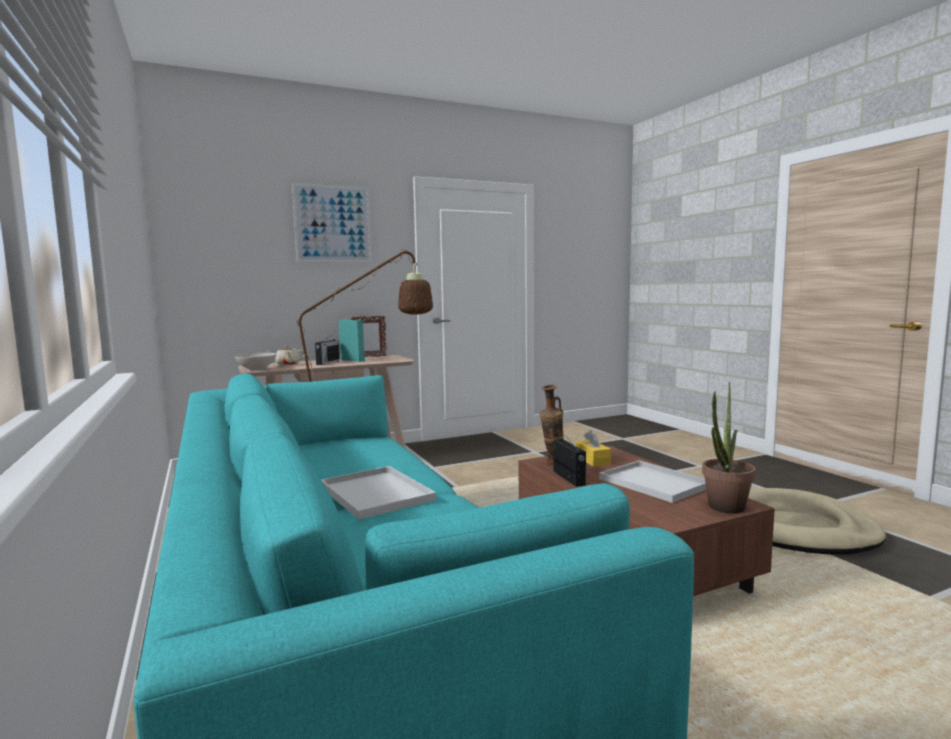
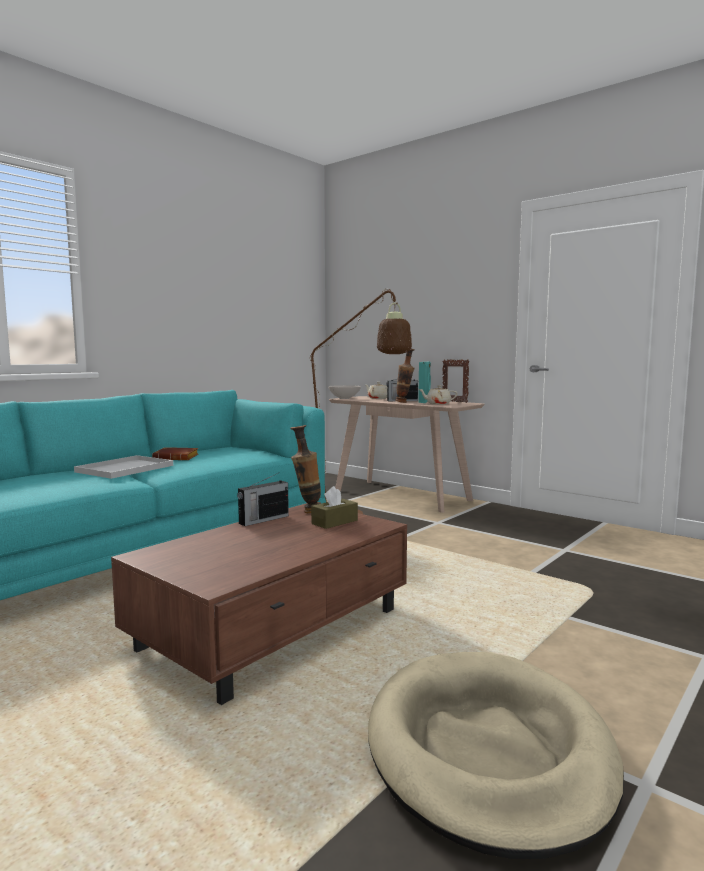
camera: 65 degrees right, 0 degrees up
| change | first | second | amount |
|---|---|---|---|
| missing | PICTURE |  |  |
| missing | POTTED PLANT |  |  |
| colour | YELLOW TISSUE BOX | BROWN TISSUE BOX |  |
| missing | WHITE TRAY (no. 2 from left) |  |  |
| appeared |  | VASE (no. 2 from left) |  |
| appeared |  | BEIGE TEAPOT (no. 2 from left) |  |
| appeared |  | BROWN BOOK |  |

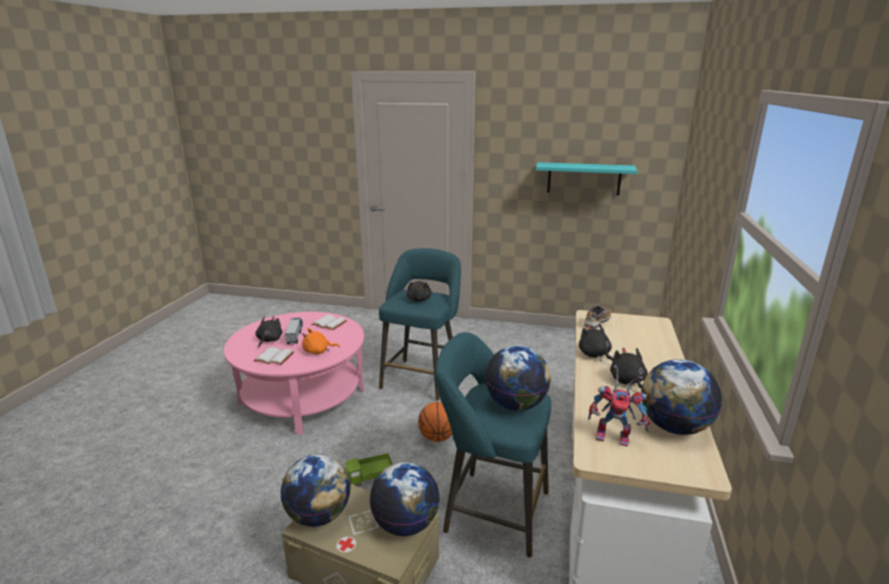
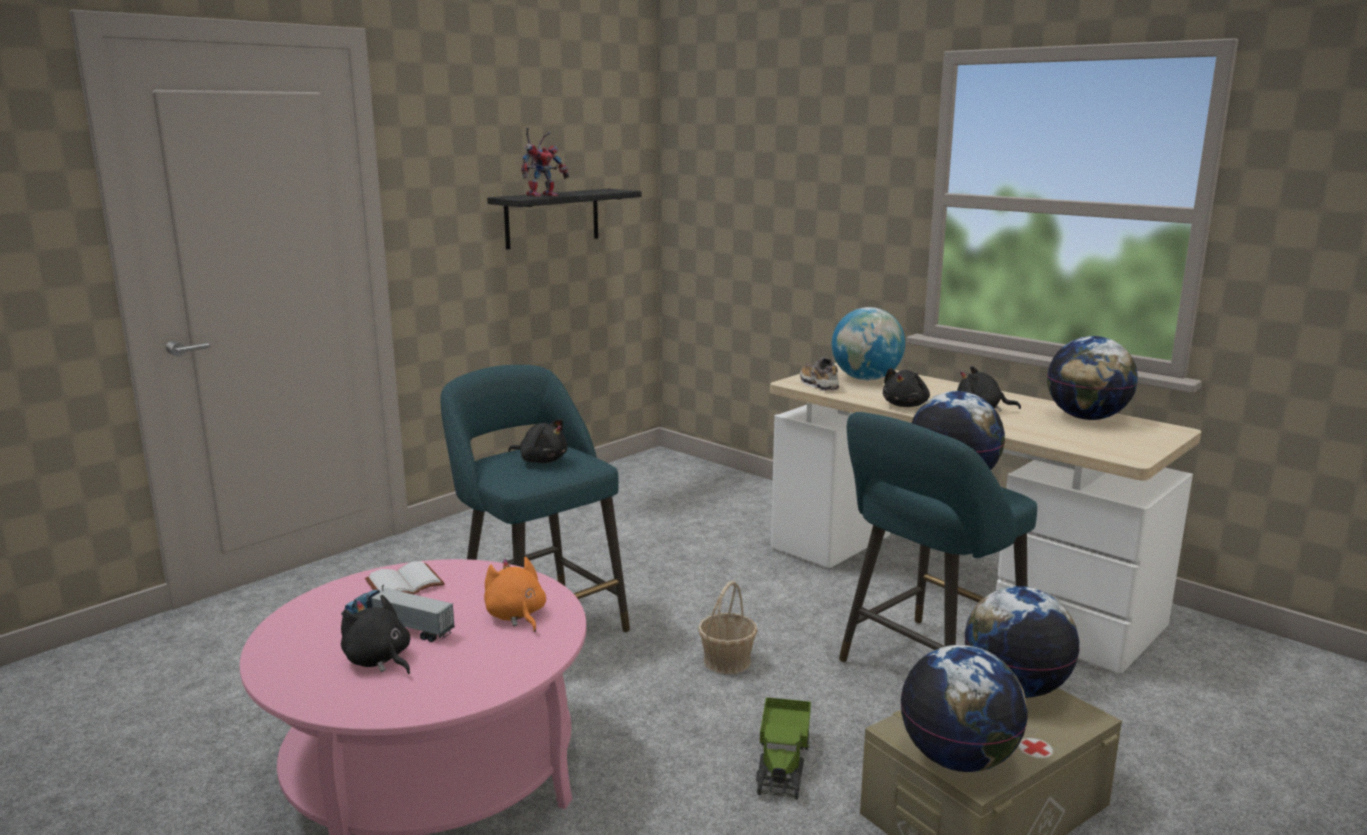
camera: 60 degrees left, 5 degrees down
| change | first | second | amount |
|---|---|---|---|
| colour | TURQUOISE SHELF | BLACK SHELF |  |
| spun | BLACK PLUSH TOY (no. 3 from left) |  | 60 degrees counterclockwise |
| spun | ORANGE PLUSH TOY |  | 135 degrees clockwise |
| missing | WHITE BOOK (no. 1 from left) |  |  |
| relocated | TOY ROBOT |  |  |
| exchanged | BASKETBALL | BASKET |  |
| appeared |  | GLOBE (no. 1 from left) |  |

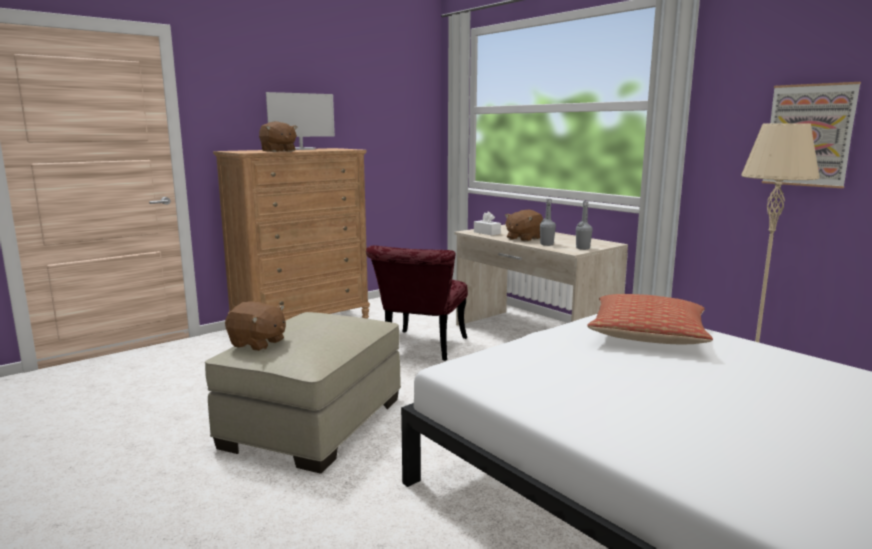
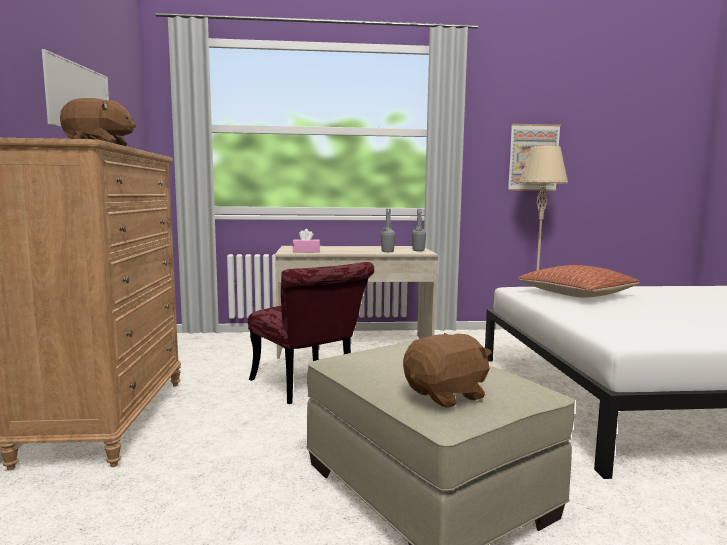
camera: 55 degrees left, 5 degrees down
| change | first | second | amount |
|---|---|---|---|
| missing | BROWN PLUSH TOY (no. 3 from left) |  |  |
| colour | WHITE TISSUE BOX | PINK TISSUE BOX |  |

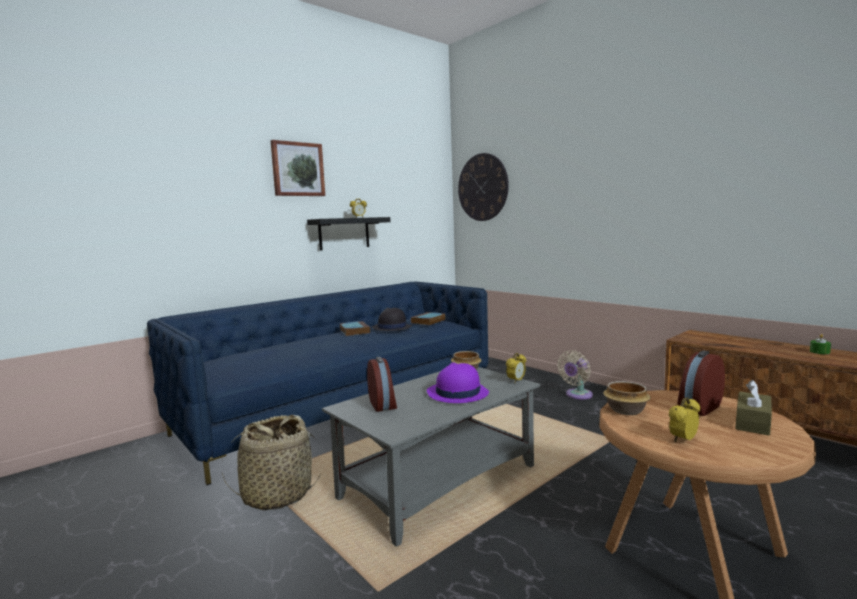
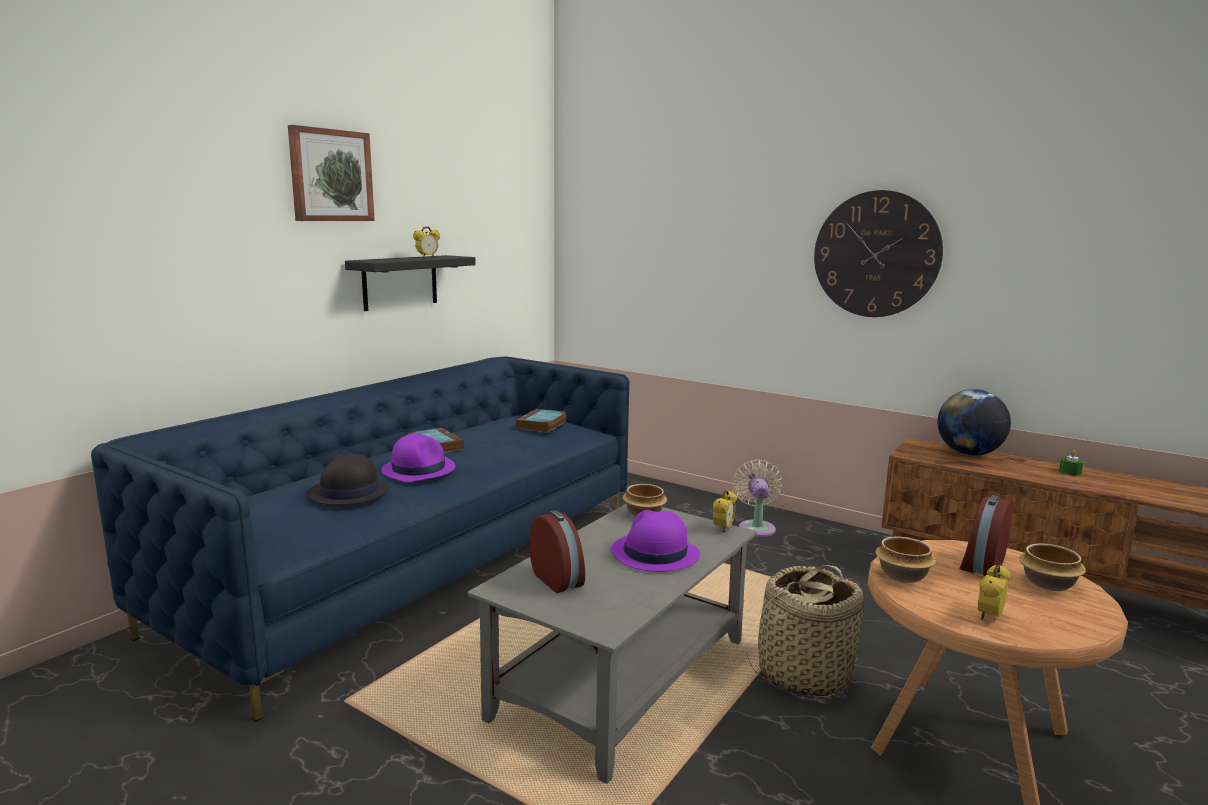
camera: 15 degrees left, 5 degrees up
| change | first | second | amount |
|---|---|---|---|
| relocated | WALL CLOCK |  |  |
| relocated | BLACK HAT |  |  |
| spun | BEIGE FAN |  | 150 degrees clockwise |
| exchanged | BROWN TISSUE BOX | BOWL (no. 3 from left) |  |
| relocated | BASKET |  |  |
| appeared |  | GLOBE |  |
| appeared |  | PURPLE HAT (no. 1 from left) |  |

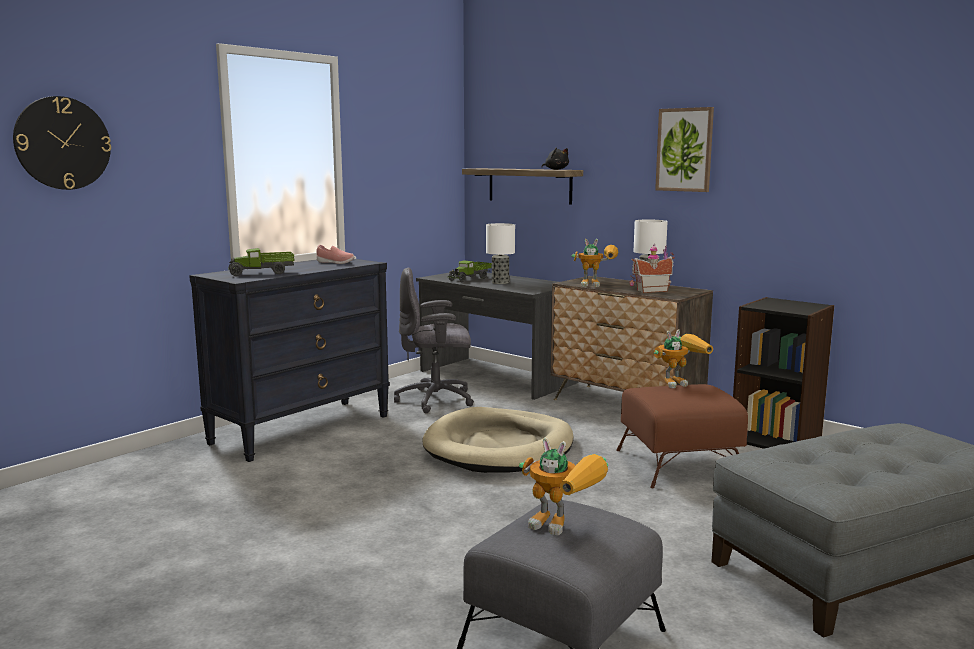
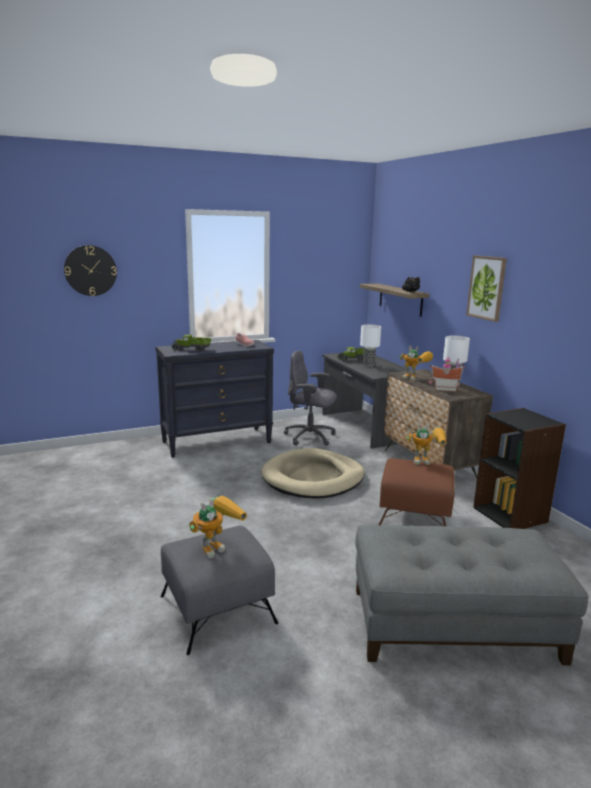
camera: 25 degrees right, 5 degrees up
| change | first | second | amount |
|---|---|---|---|
| spun | TOY ROBOT (no. 1 from left) |  | 105 degrees counterclockwise |

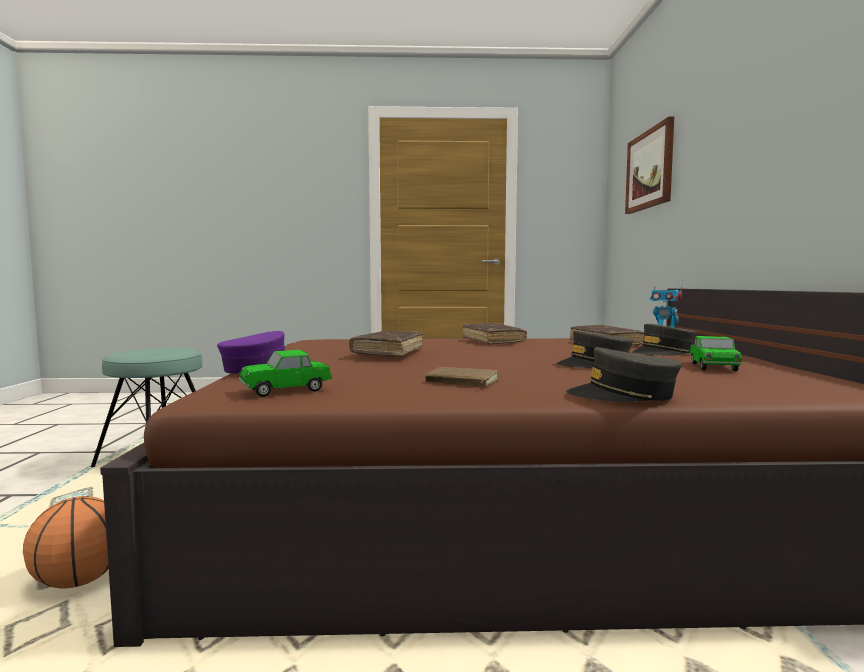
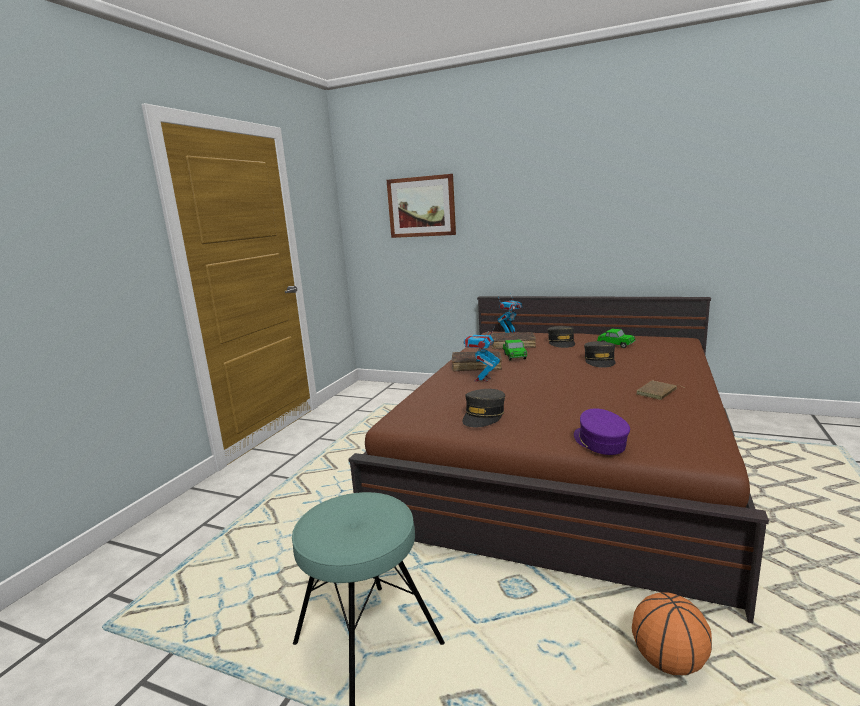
camera: 65 degrees left, 10 degrees up
| change | first | second | amount |
|---|---|---|---|
| missing | BROWN BOOK (no. 1 from left) |  |  |
| relocated | GREY CAP (no. 2 from left in the first image) | GREY CAP (no. 1 from left) |  |
| relocated | TOY CAR (no. 1 from left) |  |  |
| appeared |  | TOY ROBOT (no. 1 from left) |  |

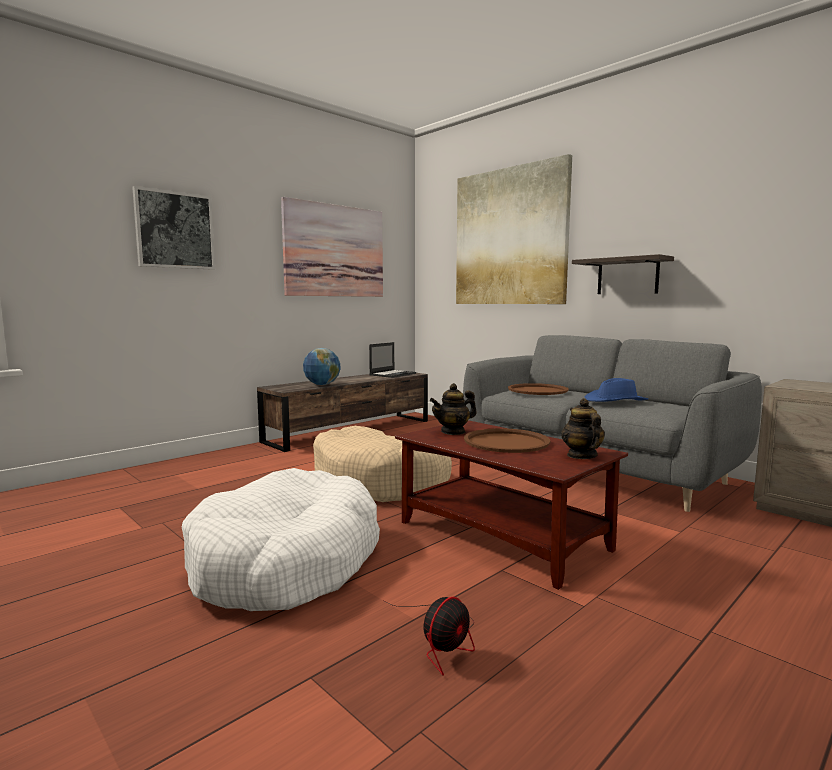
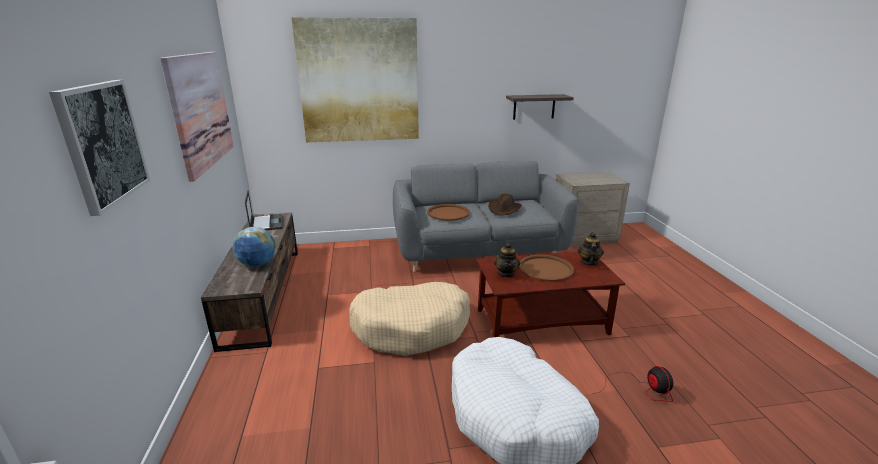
camera: 55 degrees left, 15 degrees up
| change | first | second | amount |
|---|---|---|---|
| relocated | SHELF |  |  |
| colour | BLUE HAT | BROWN HAT |  |
| spun | TEAPOT (no. 2 from left) |  | 75 degrees clockwise |

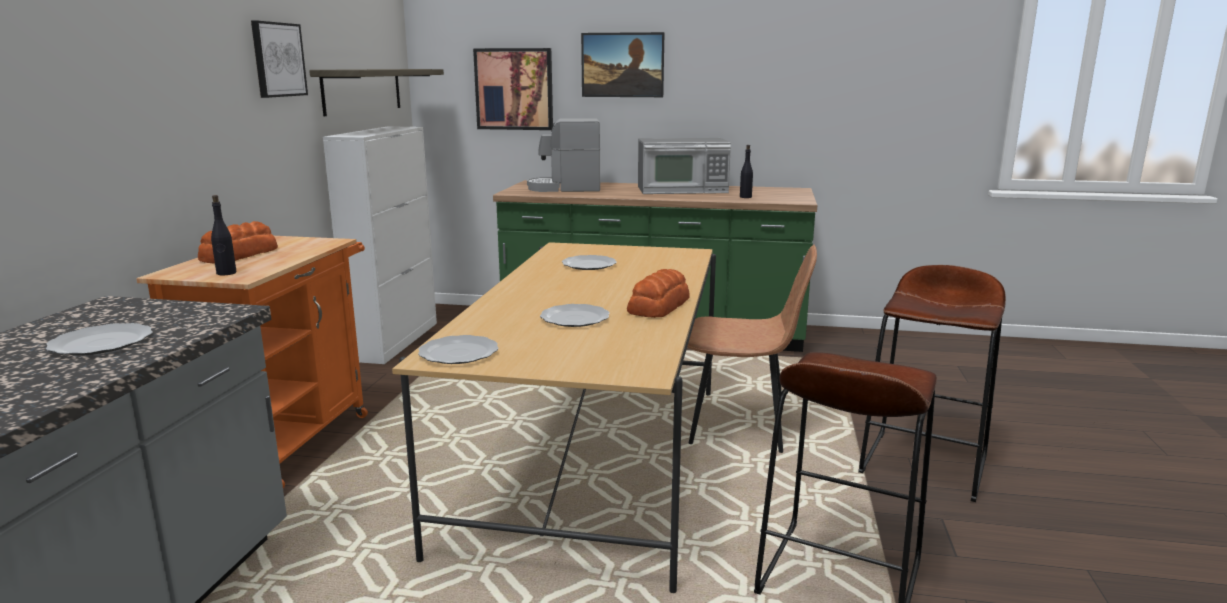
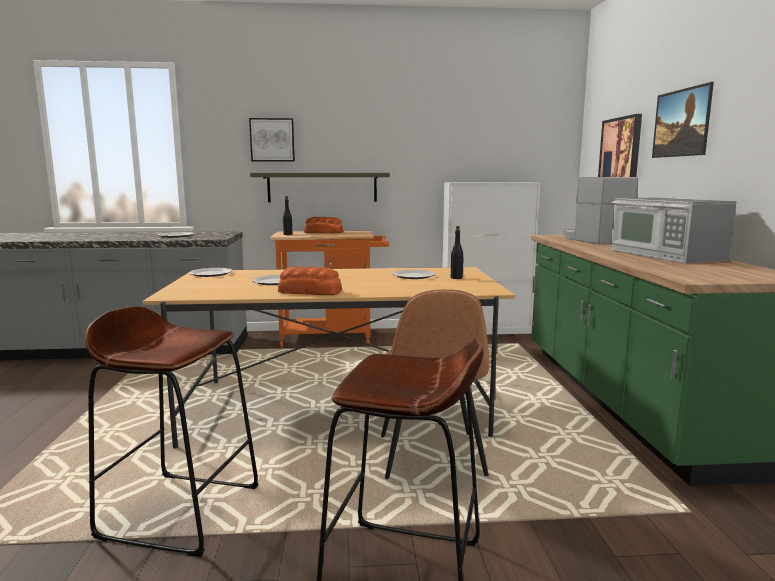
camera: 75 degrees right, 5 degrees down
| change | first | second | amount |
|---|---|---|---|
| relocated | PICTURE (no. 1 from left) |  |  |
| relocated | SHELF |  |  |
| relocated | BLACK BOTTLE (no. 2 from left) |  |  |

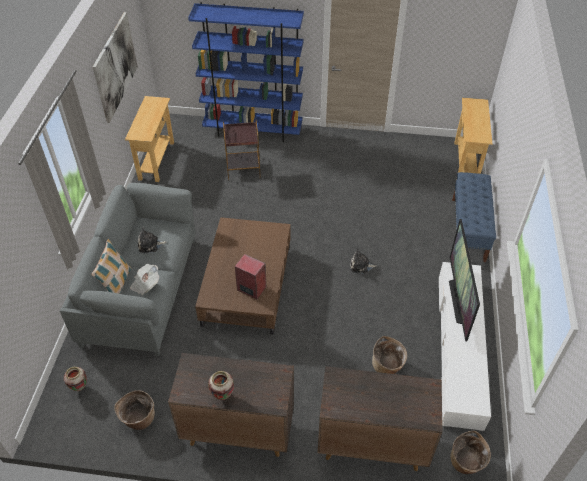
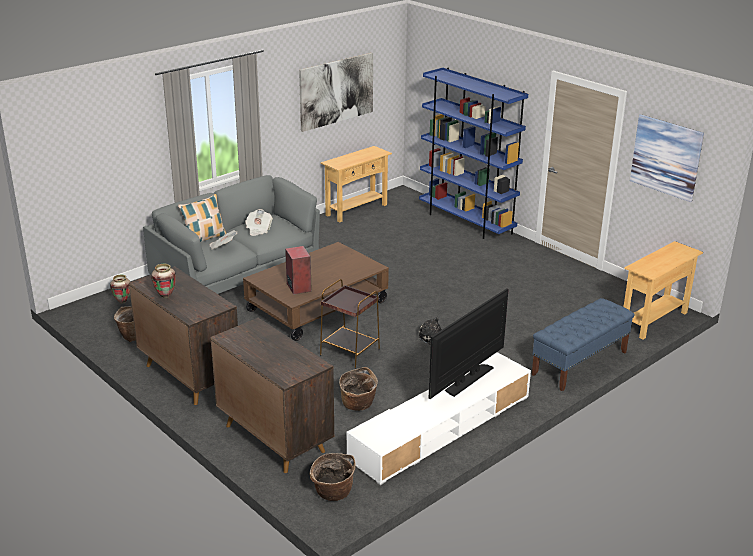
camera: 40 degrees right, 20 degrees down
| change | first | second | amount |
|---|---|---|---|
| relocated | BROWN SIDE TABLE |  |  |
| exchanged | PLUSH TOY (no. 1 from left) | NEWSPAPER (no. 2 from left) |  |
| appeared |  | PICTURE (no. 2 from left) |  |

